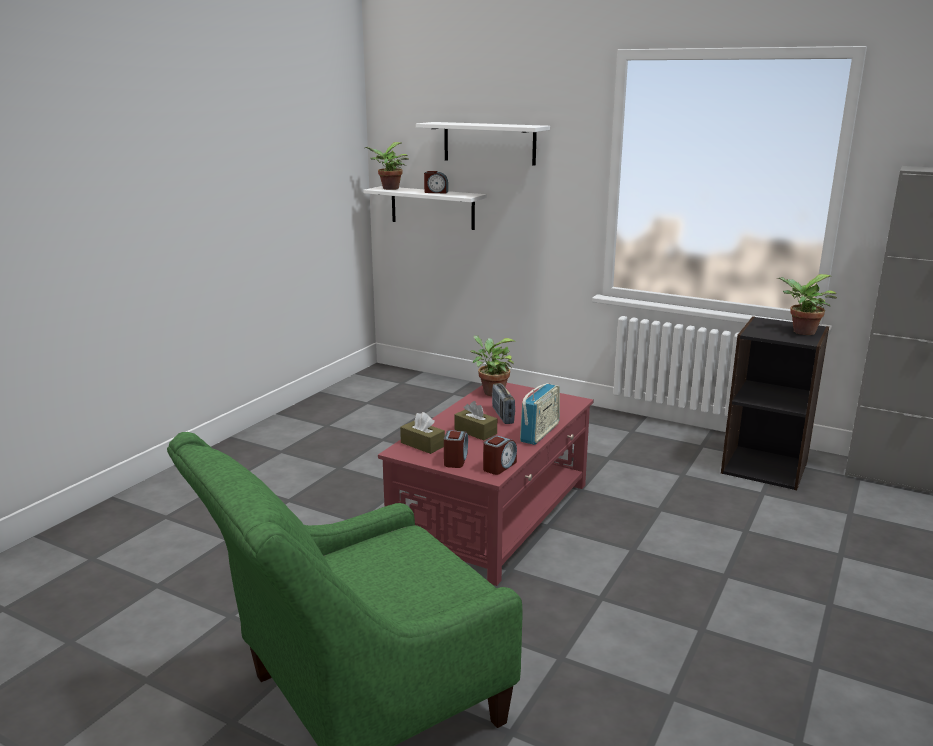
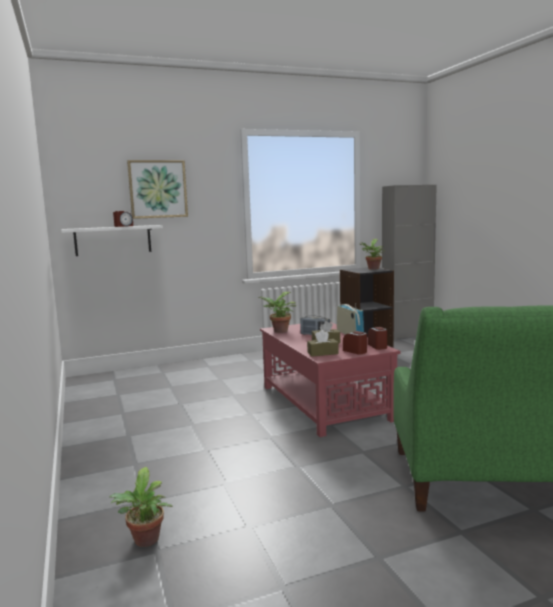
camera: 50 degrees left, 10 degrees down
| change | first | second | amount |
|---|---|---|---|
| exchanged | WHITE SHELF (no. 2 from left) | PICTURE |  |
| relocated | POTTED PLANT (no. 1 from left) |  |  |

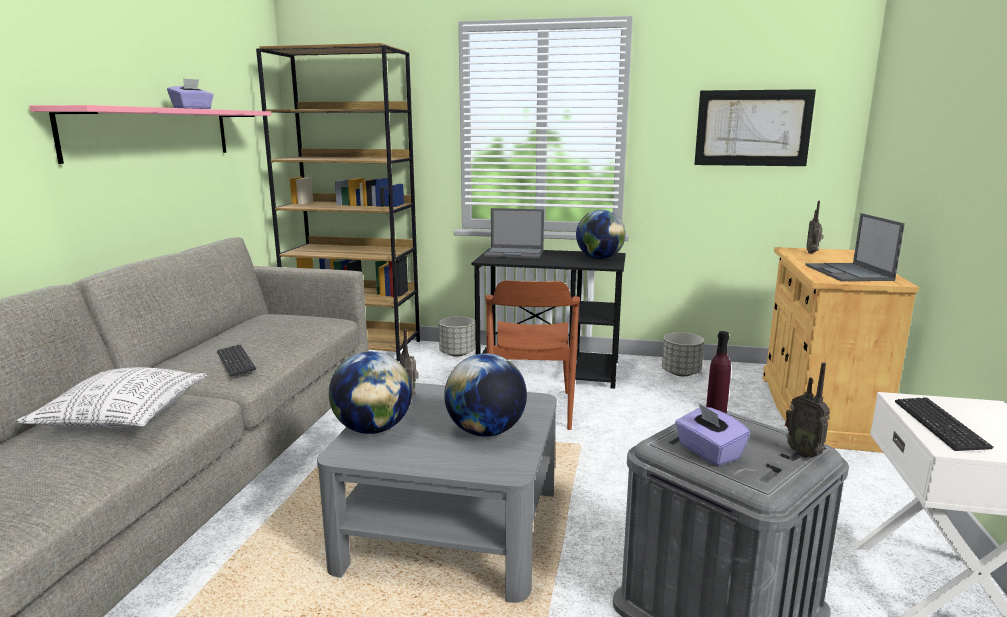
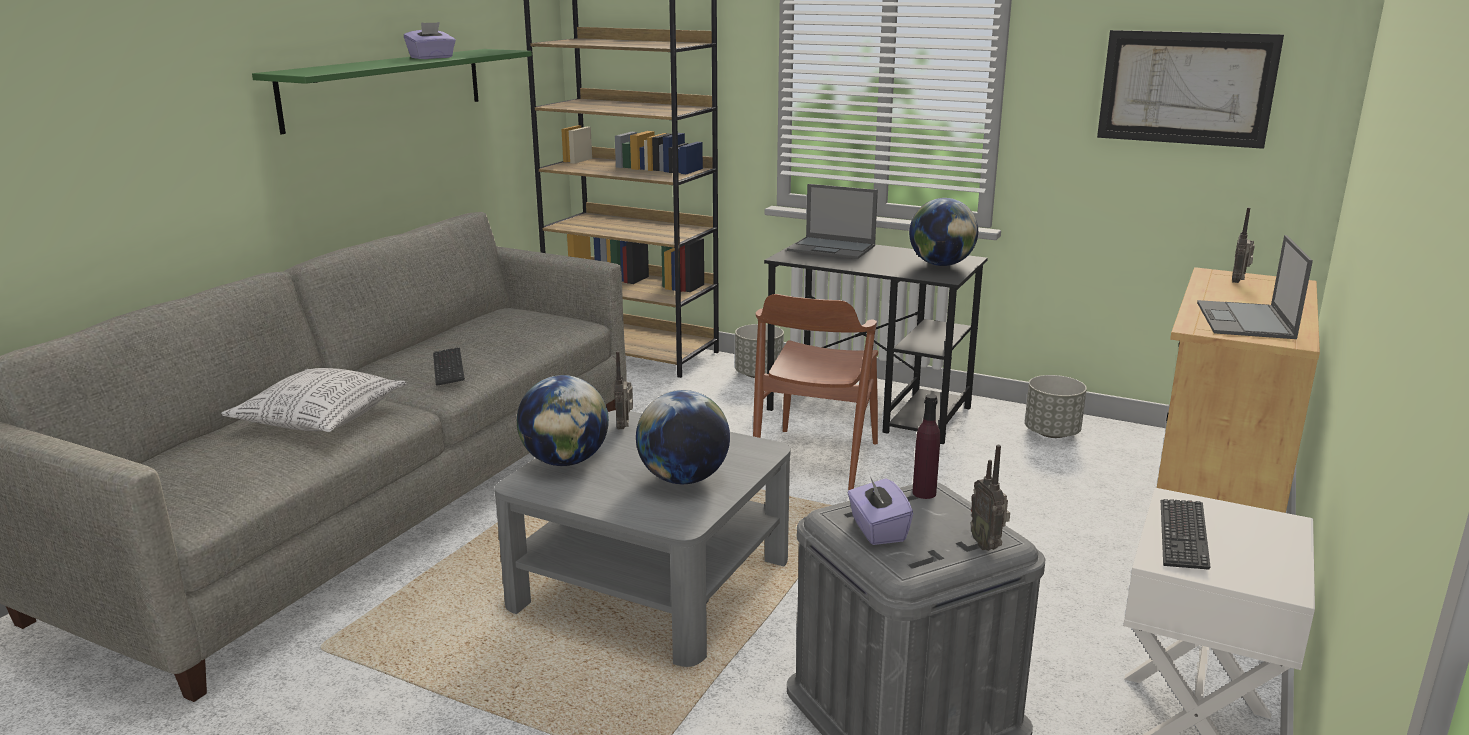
camera: 15 degrees right, 5 degrees up
| change | first | second | amount |
|---|---|---|---|
| colour | PINK SHELF | GREEN SHELF |  |

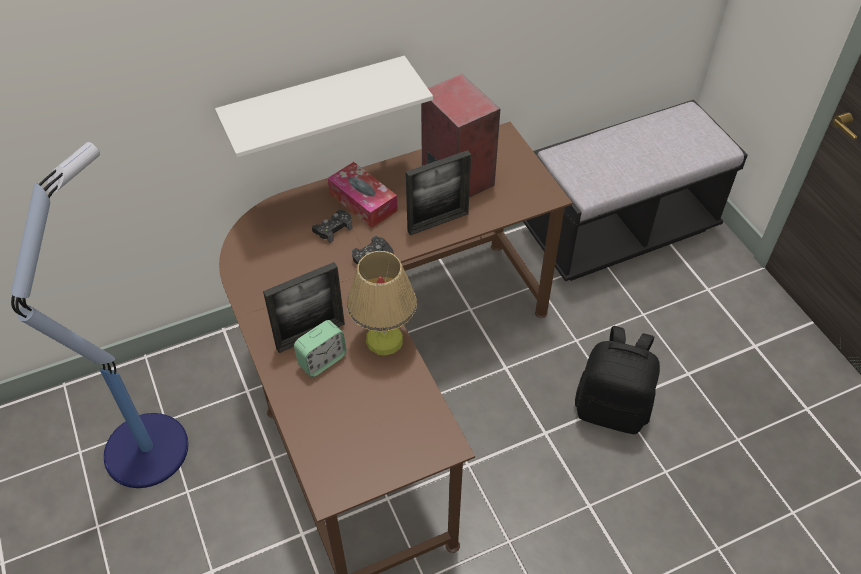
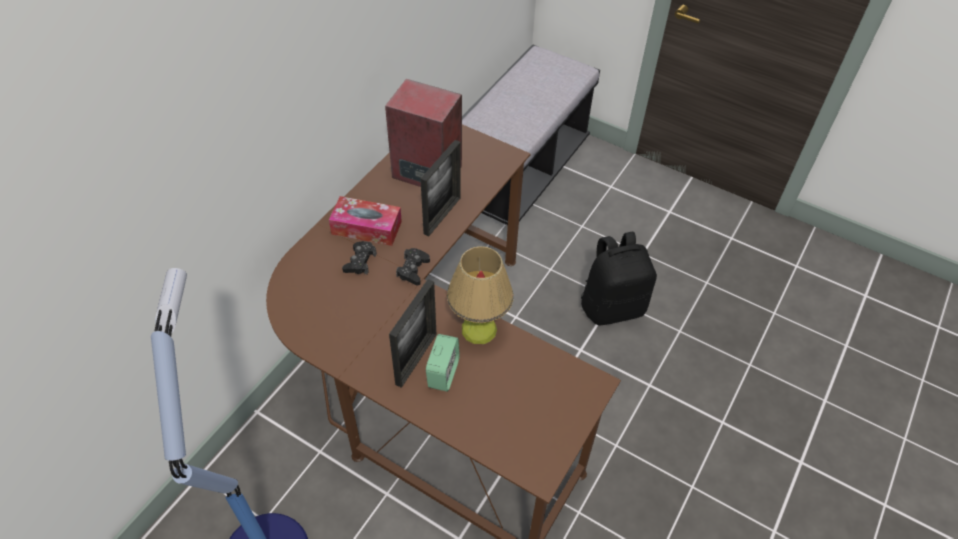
camera: 35 degrees left, 0 degrees up
| change | first | second | amount |
|---|---|---|---|
| missing | WHITE SHELF |  |  |

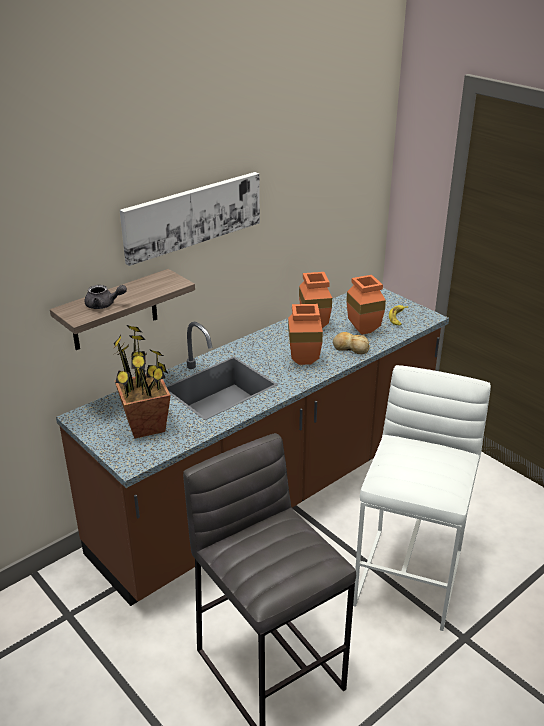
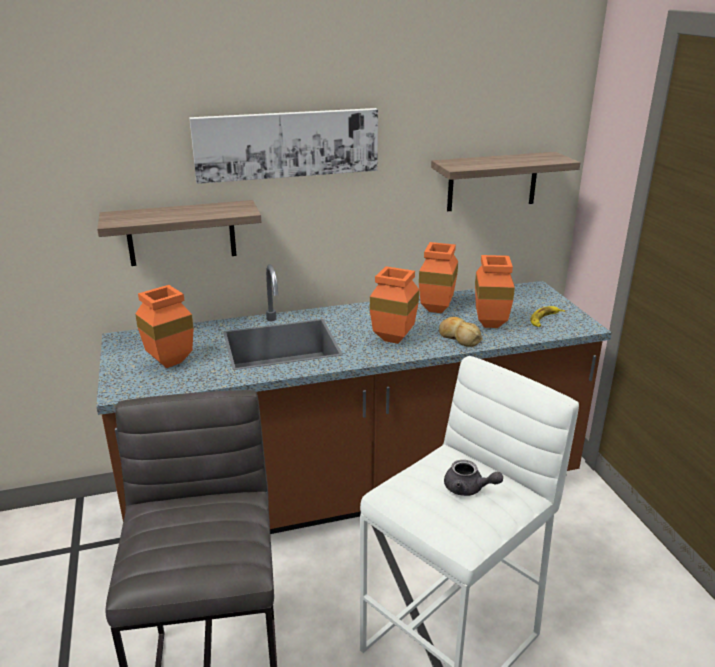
camera: 25 degrees right, 5 degrees down
| change | first | second | amount |
|---|---|---|---|
| relocated | GREY TEAPOT |  |  |
| exchanged | POTTED PLANT | ORANGE VASE (no. 1 from left) |  |
| appeared |  | SHELF (no. 2 from left) |  |

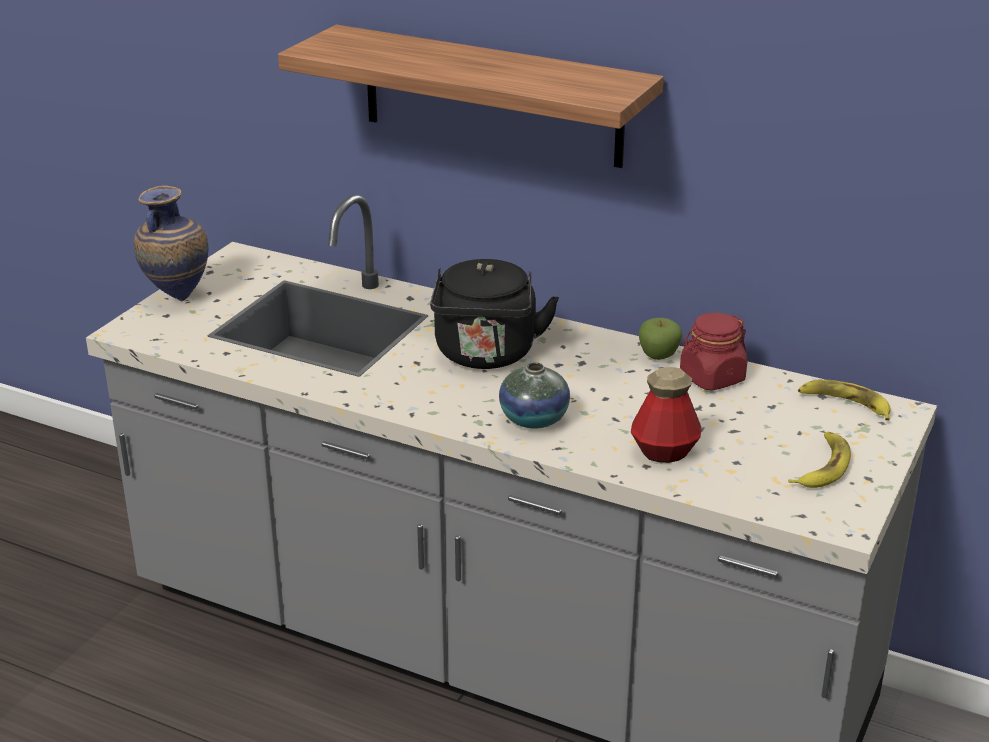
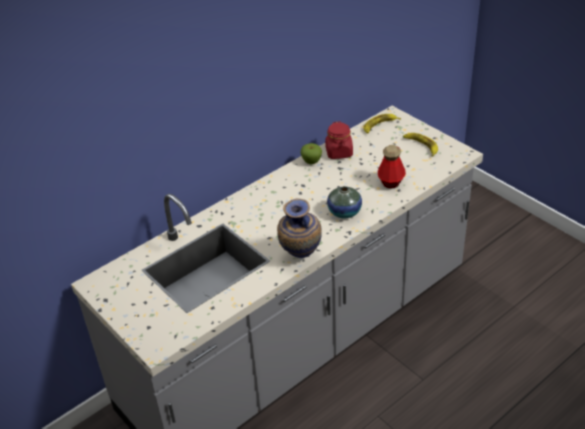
camera: 65 degrees left, 10 degrees up
| change | first | second | amount |
|---|---|---|---|
| missing | SHELF |  |  |
| relocated | VASE (no. 1 from left) |  |  |
| missing | BLACK KETTLE |  |  |

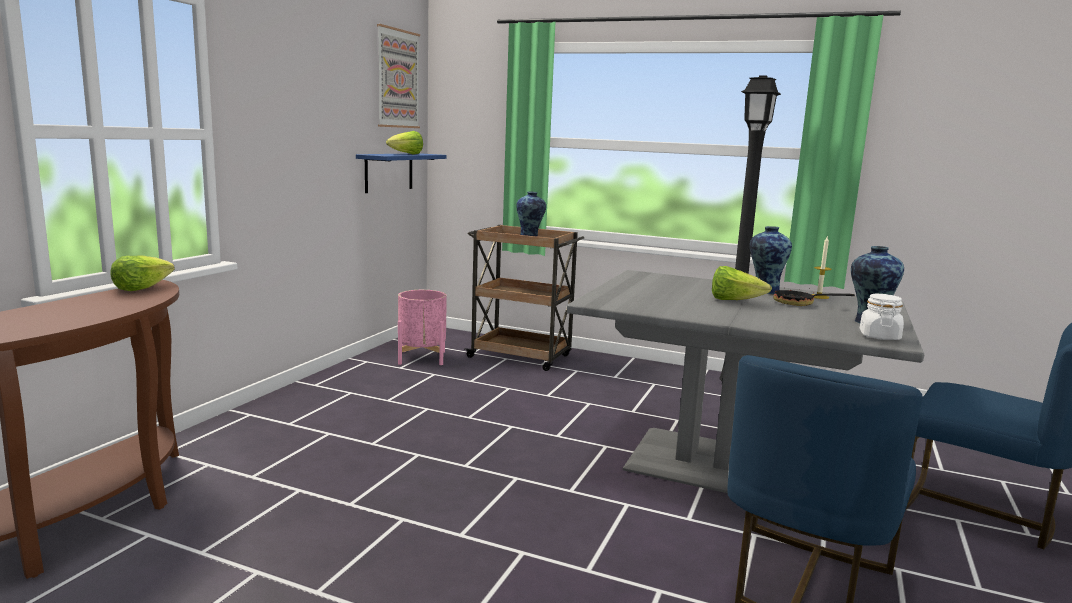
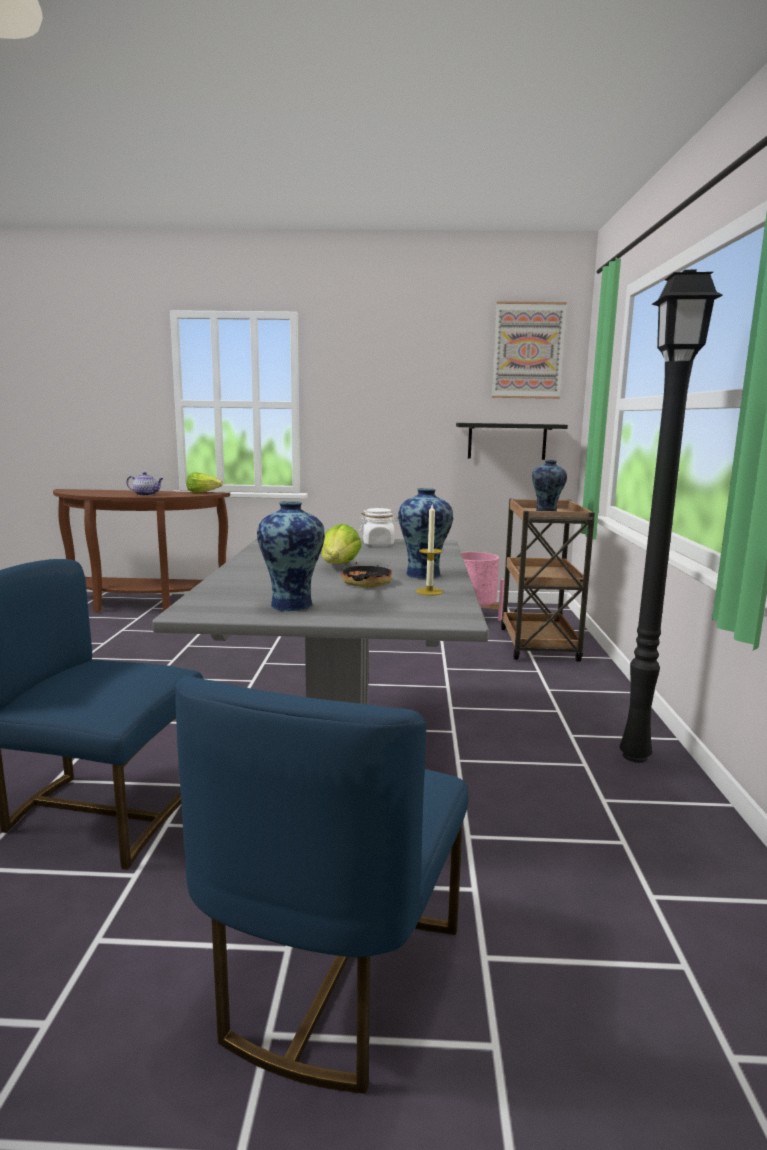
camera: 70 degrees right, 0 degrees up
| change | first | second | amount |
|---|---|---|---|
| missing | LETTUCE (no. 2 from left) |  |  |
| colour | BLUE SHELF | BLACK SHELF |  |
| relocated | WHITE JAR |  |  |
| appeared |  | TEAPOT |  |

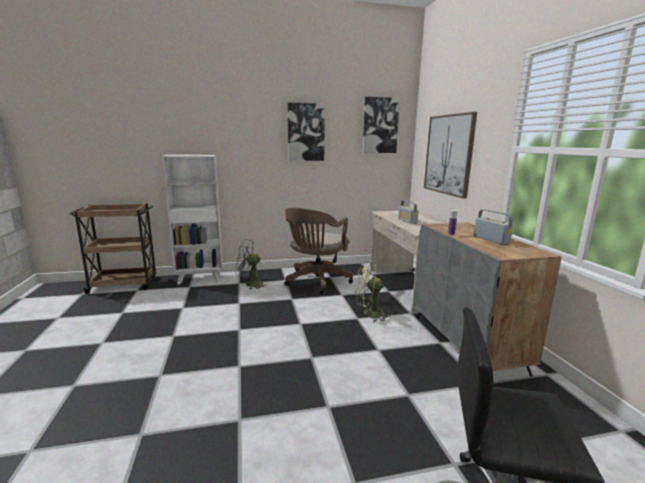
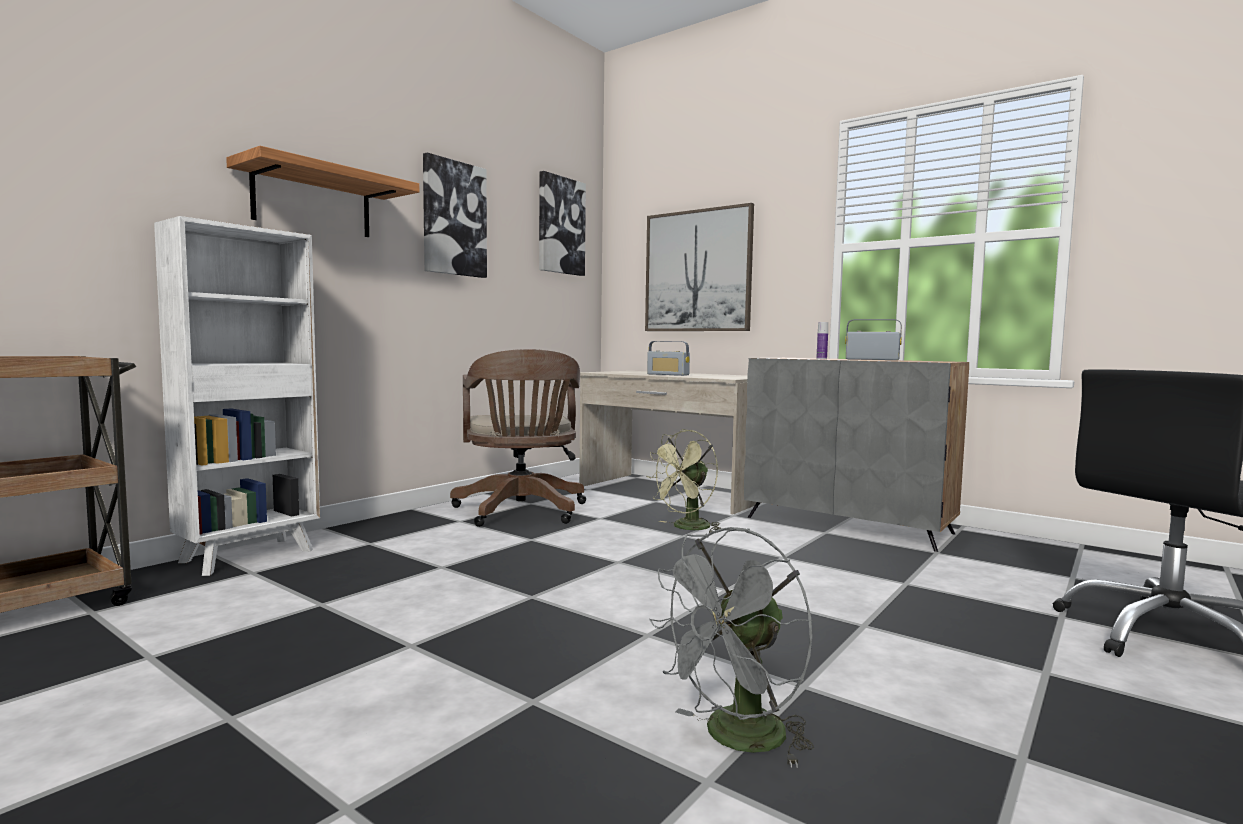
camera: 40 degrees left, 10 degrees down
| change | first | second | amount |
|---|---|---|---|
| relocated | GREY FAN |  |  |
| appeared |  | SHELF |  |

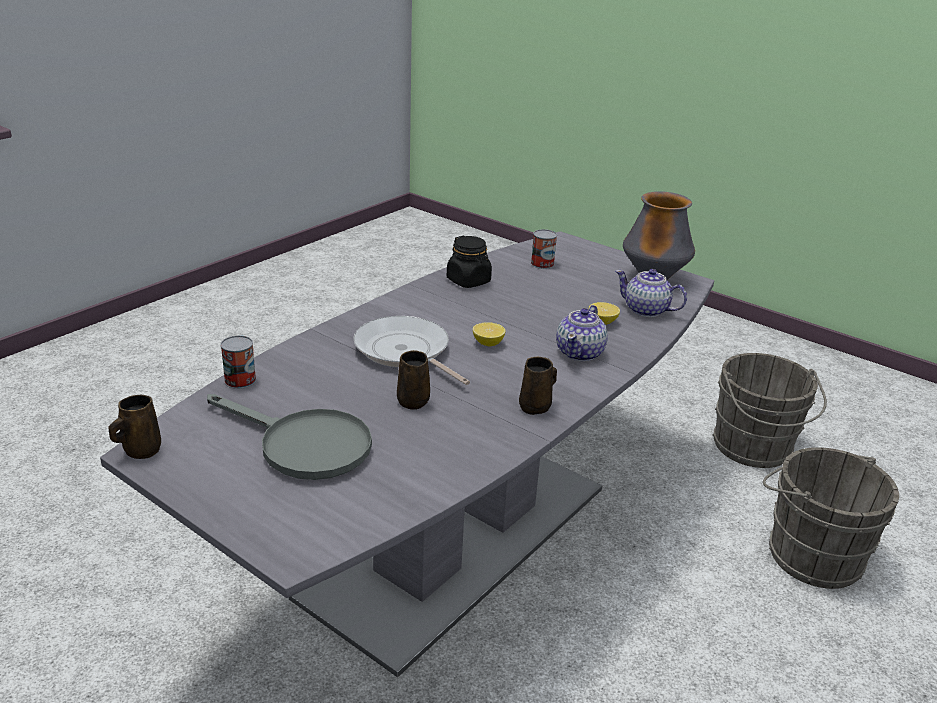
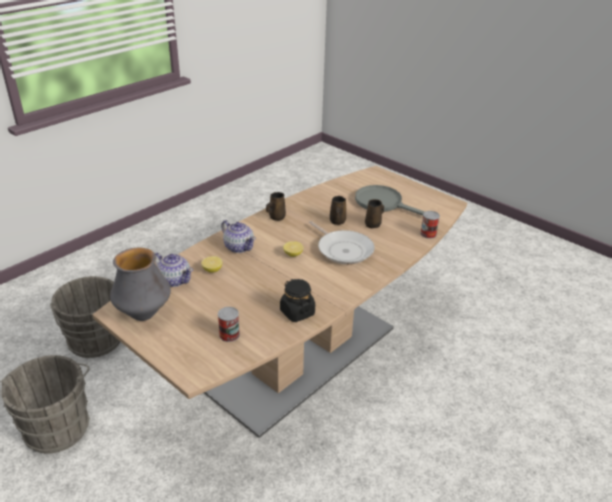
camera: 175 degrees left, 5 degrees up
| change | first | second | amount |
|---|---|---|---|
| colour | GREY DINING TABLE | BROWN DINING TABLE |  |
| spun | TEAPOT (no. 1 from left in the first image) | TEAPOT (no. 2 from left) | 105 degrees clockwise |
| relocated | BROWN MUG (no. 1 from left in the first image) | BROWN MUG (no. 3 from left) |  |

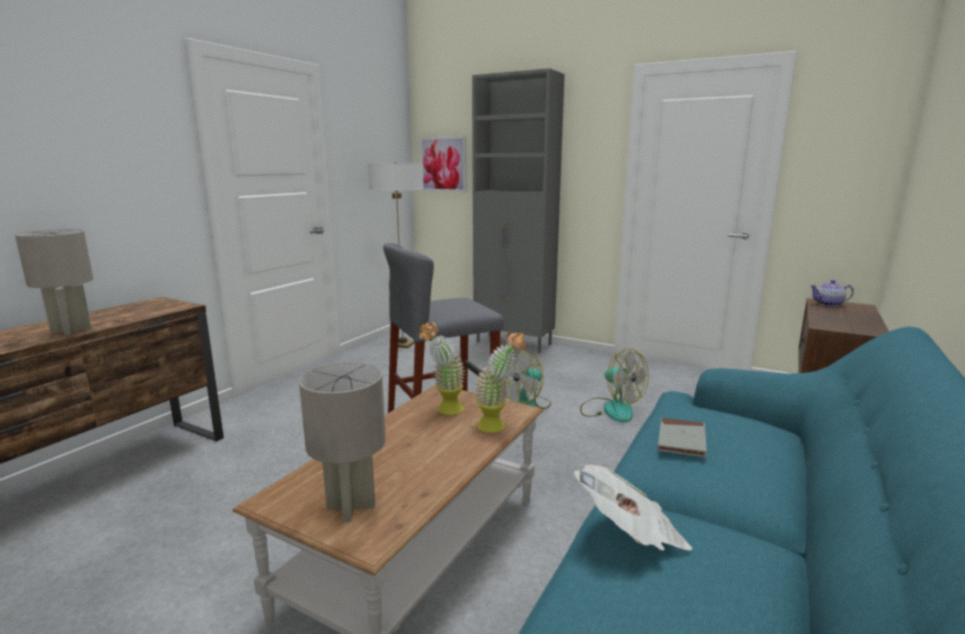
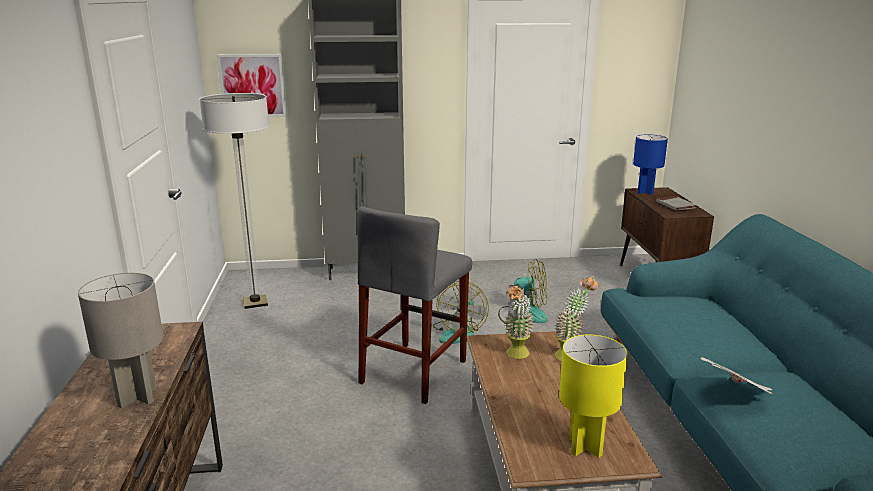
camera: 35 degrees left, 5 degrees up
| change | first | second | amount |
|---|---|---|---|
| exchanged | TEAPOT | BLUE TABLE LAMP |  |
| colour | GREY TABLE LAMP (no. 2 from left) | YELLOW TABLE LAMP |  |
| relocated | GREY BOOK |  |  |

